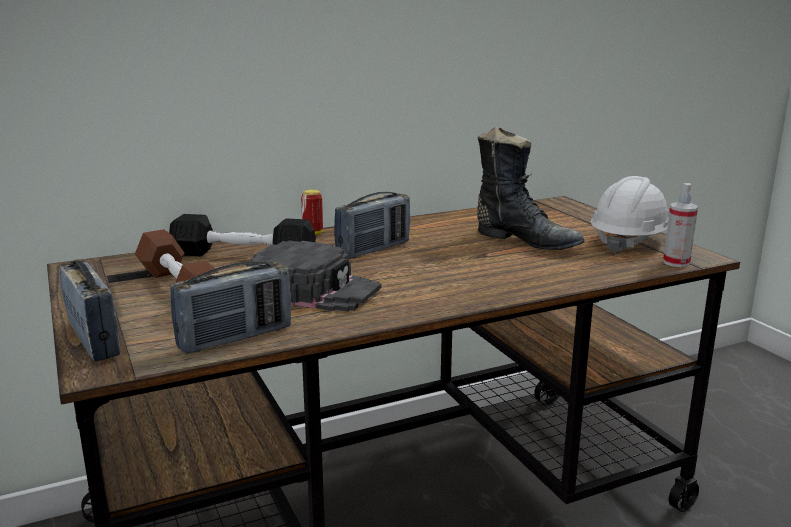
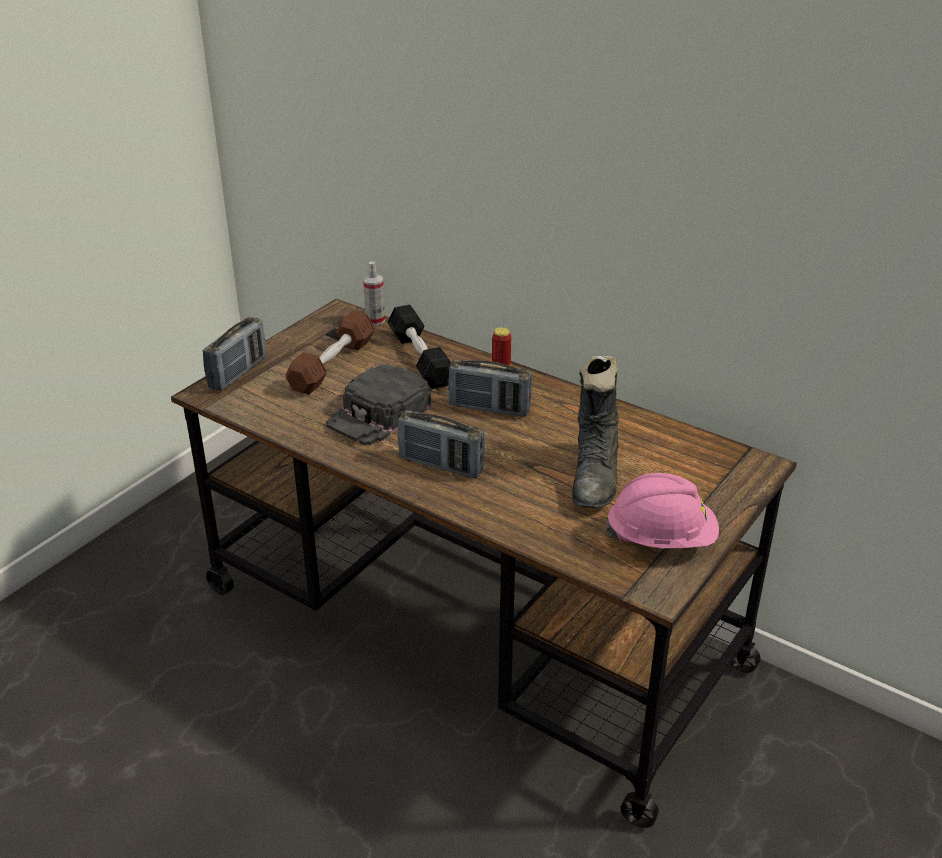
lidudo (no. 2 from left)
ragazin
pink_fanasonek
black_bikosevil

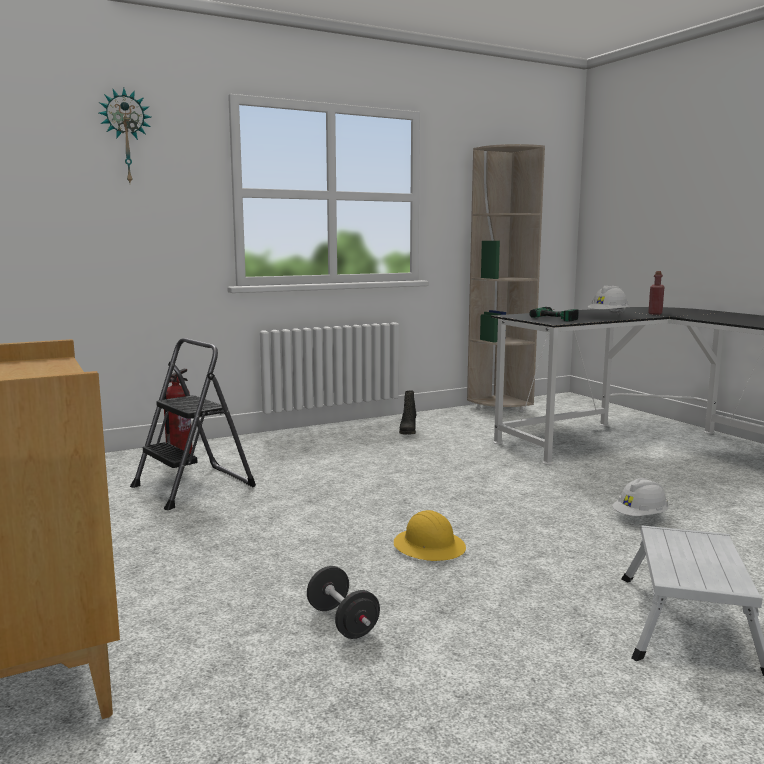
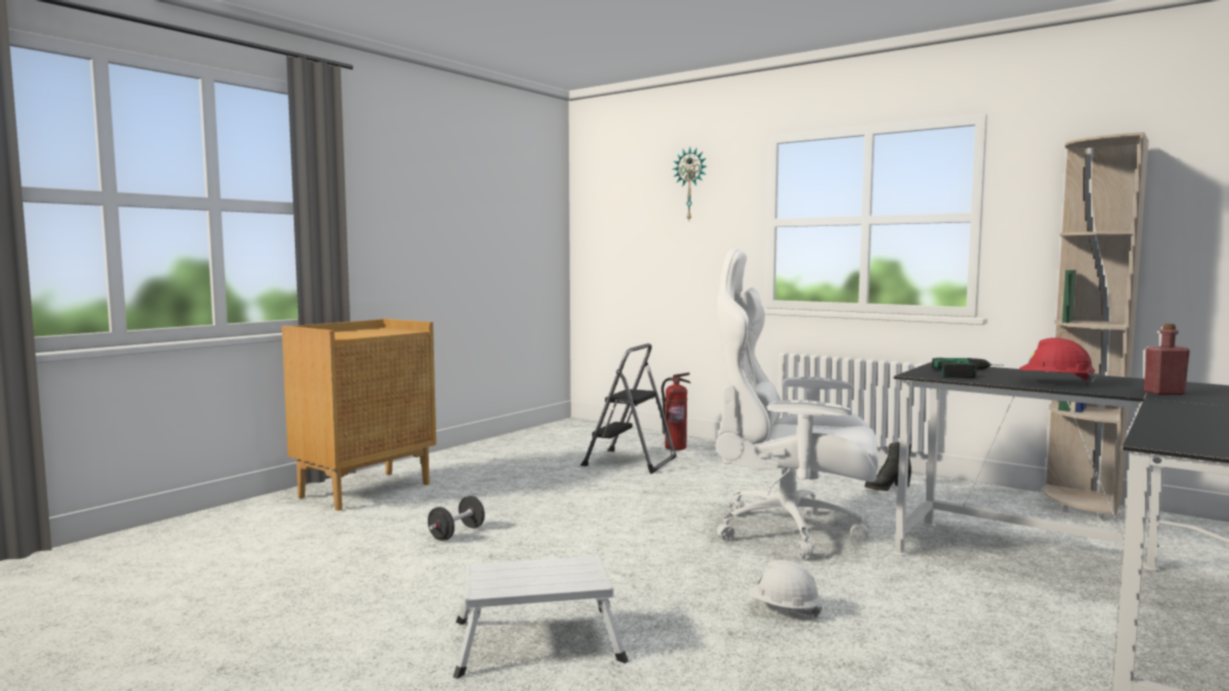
yellow_fanasonek
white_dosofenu
red_fanasonek

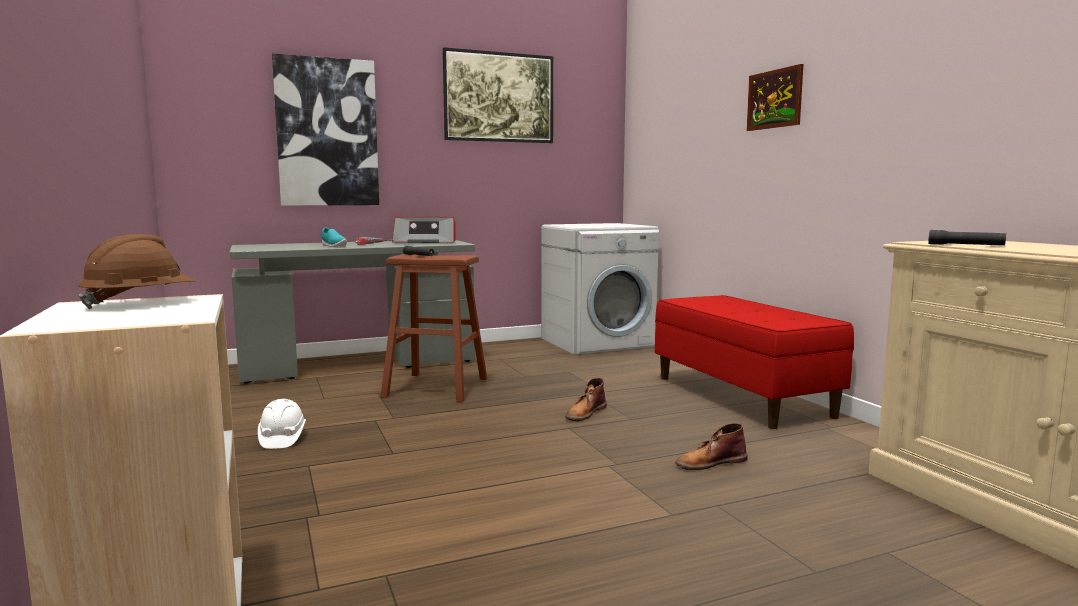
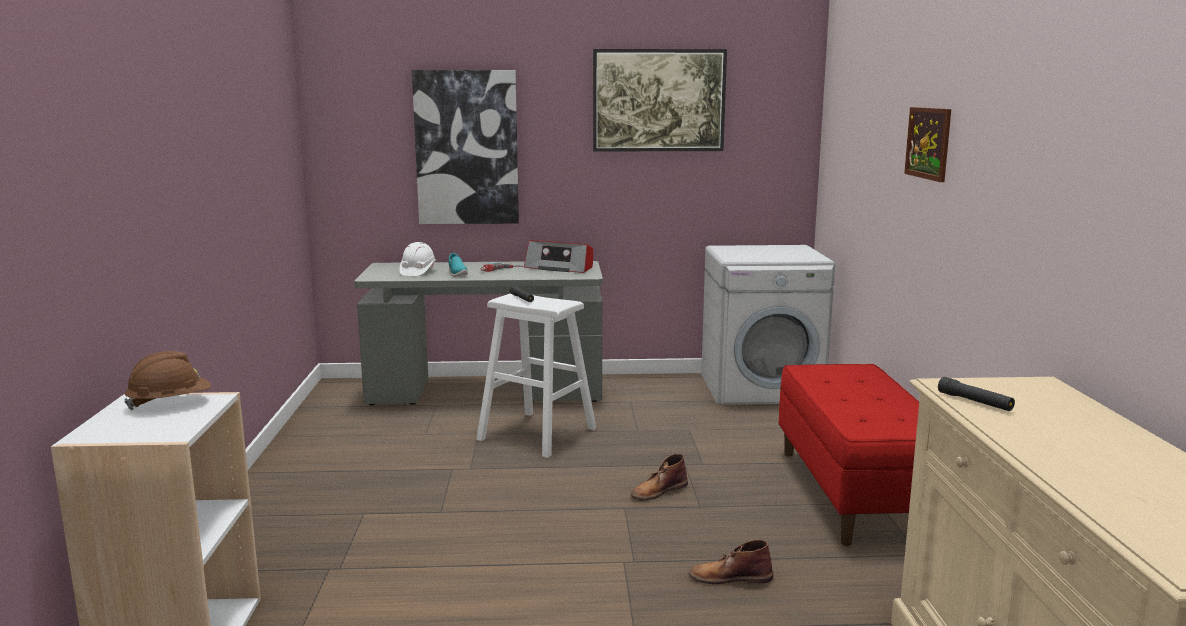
white_fanasonek
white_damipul

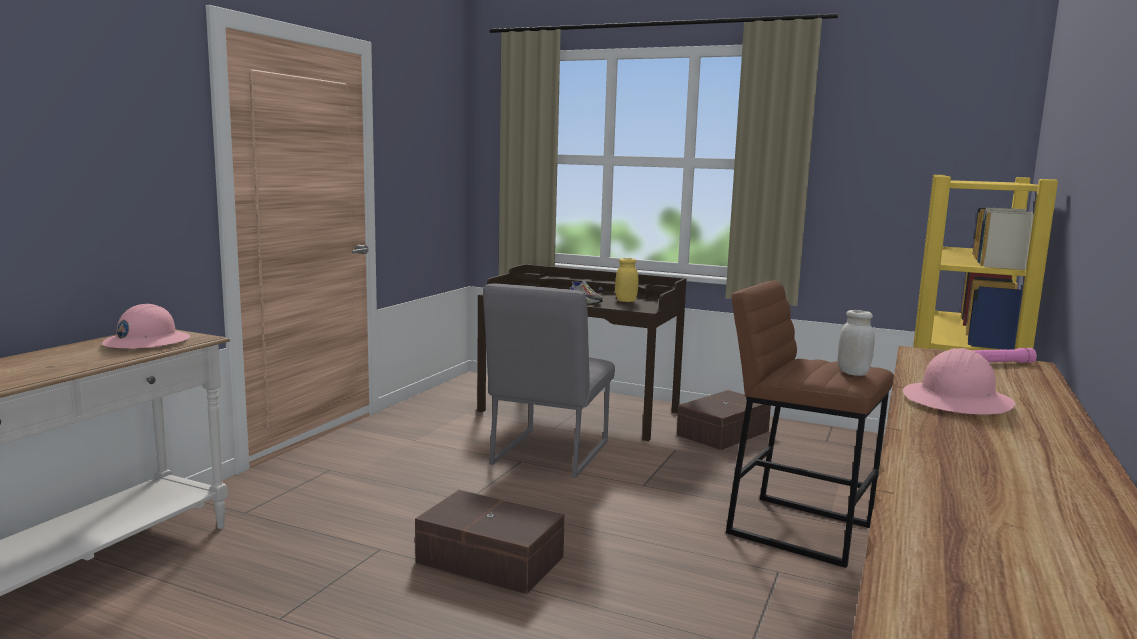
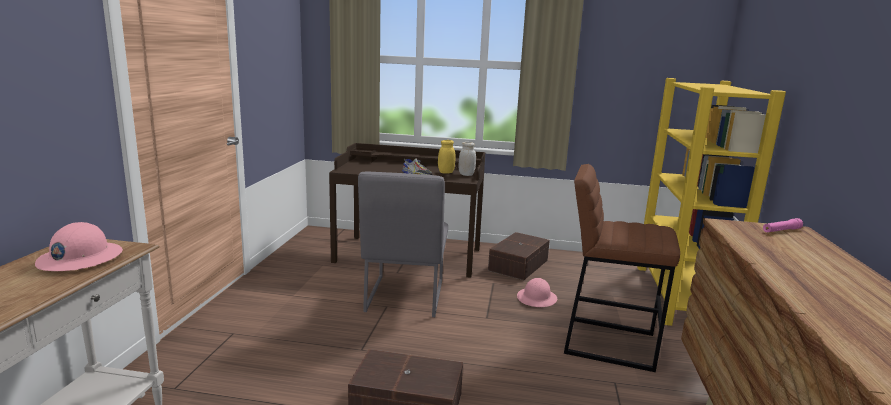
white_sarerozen
pink_fanasonek (no. 2 from left)

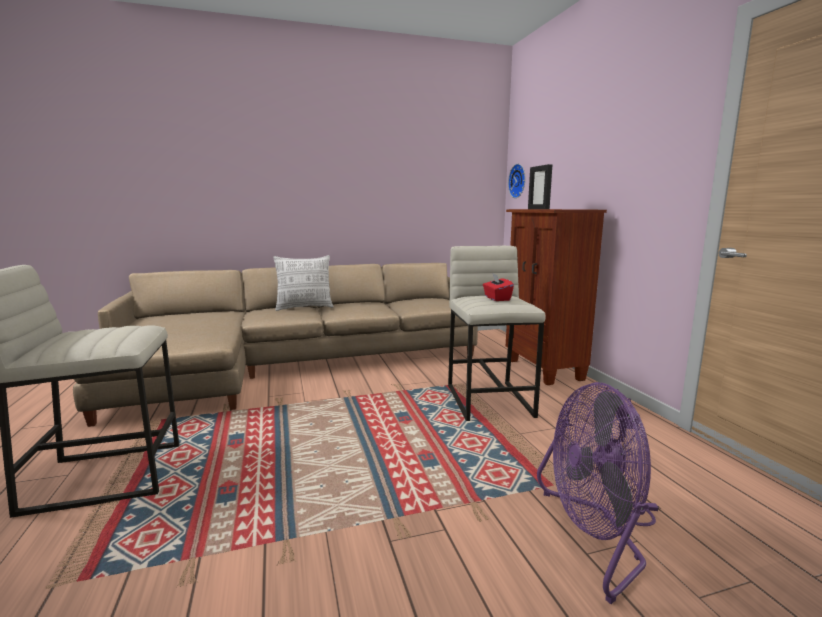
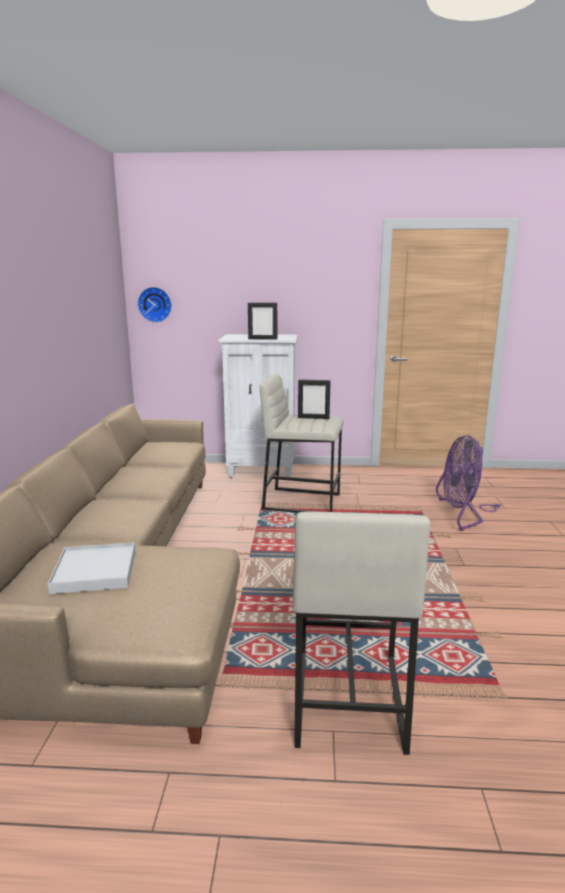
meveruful
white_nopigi
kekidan (no. 2 from left)
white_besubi
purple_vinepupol

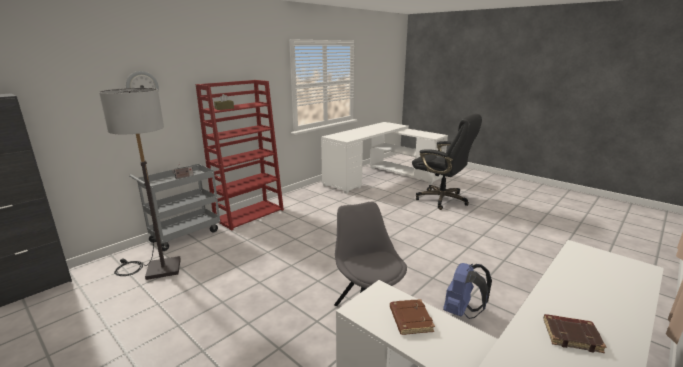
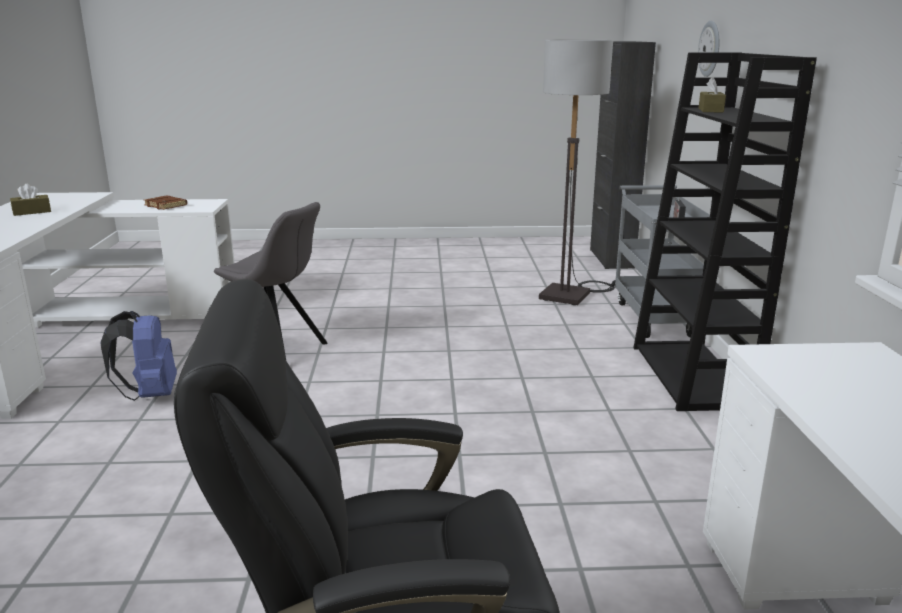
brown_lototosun (no. 1 from left)
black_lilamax

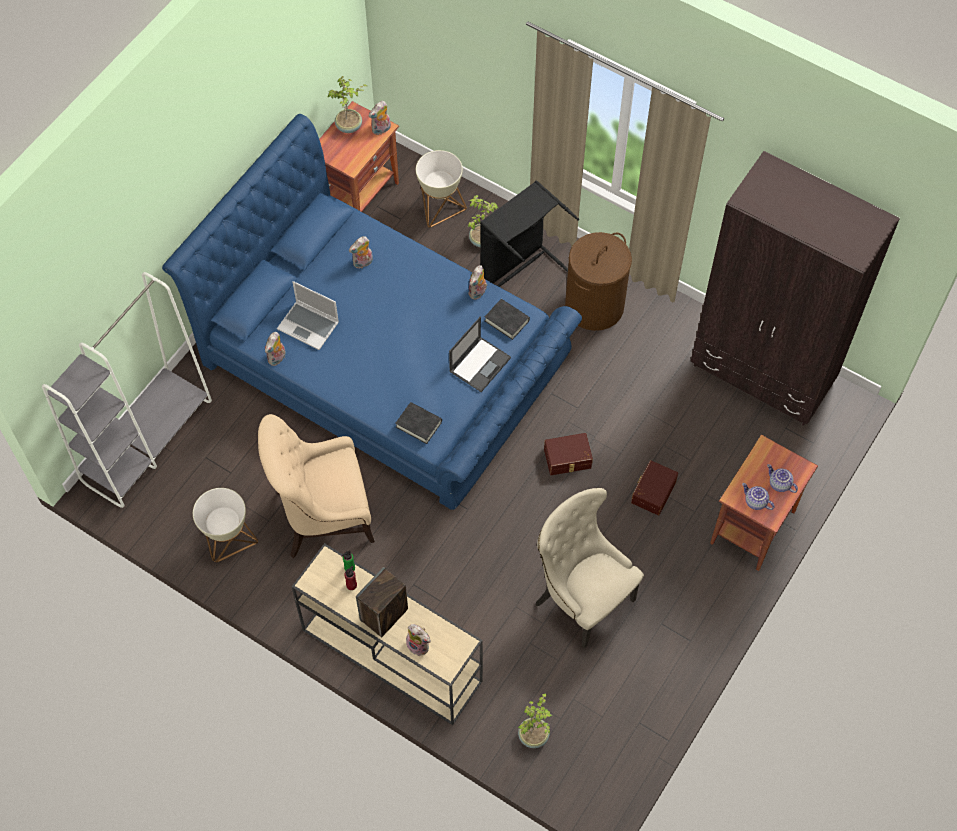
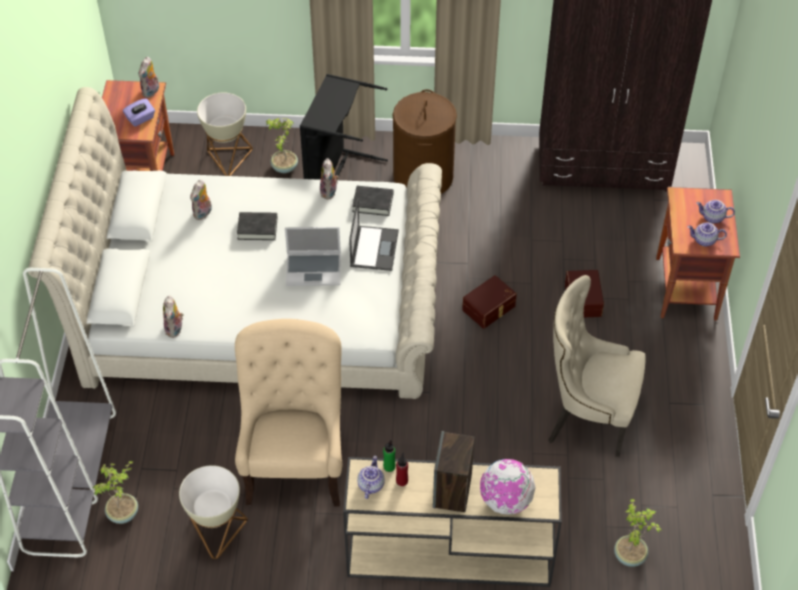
purple_lototosun
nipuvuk (no. 1 from left)
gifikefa (no. 1 from left)
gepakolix (no. 1 from left)
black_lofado (no. 1 from left)
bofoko
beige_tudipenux
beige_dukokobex (no. 1 from left)

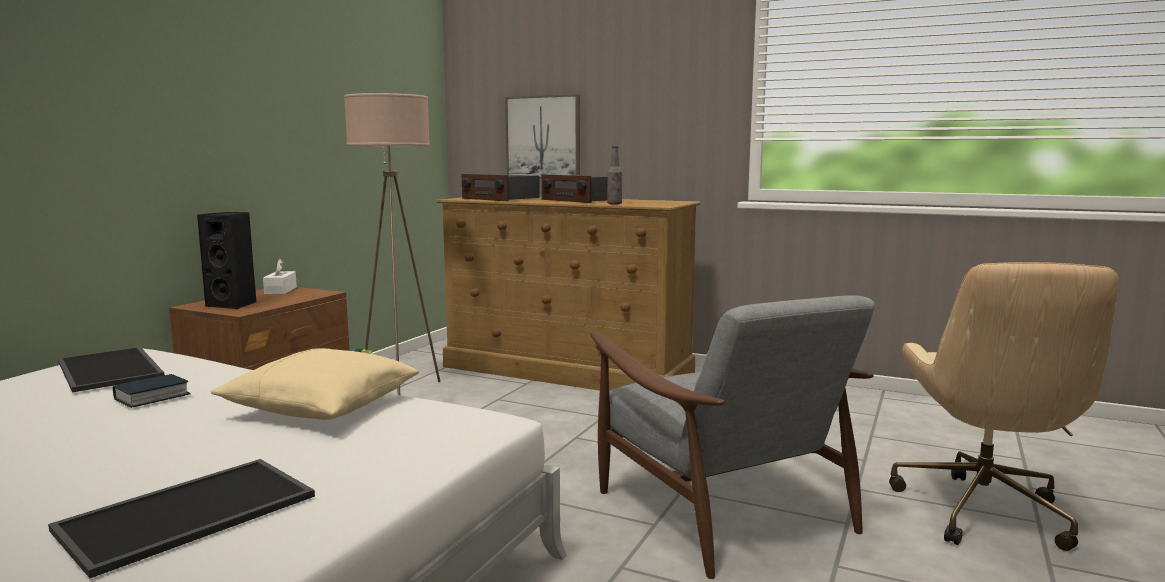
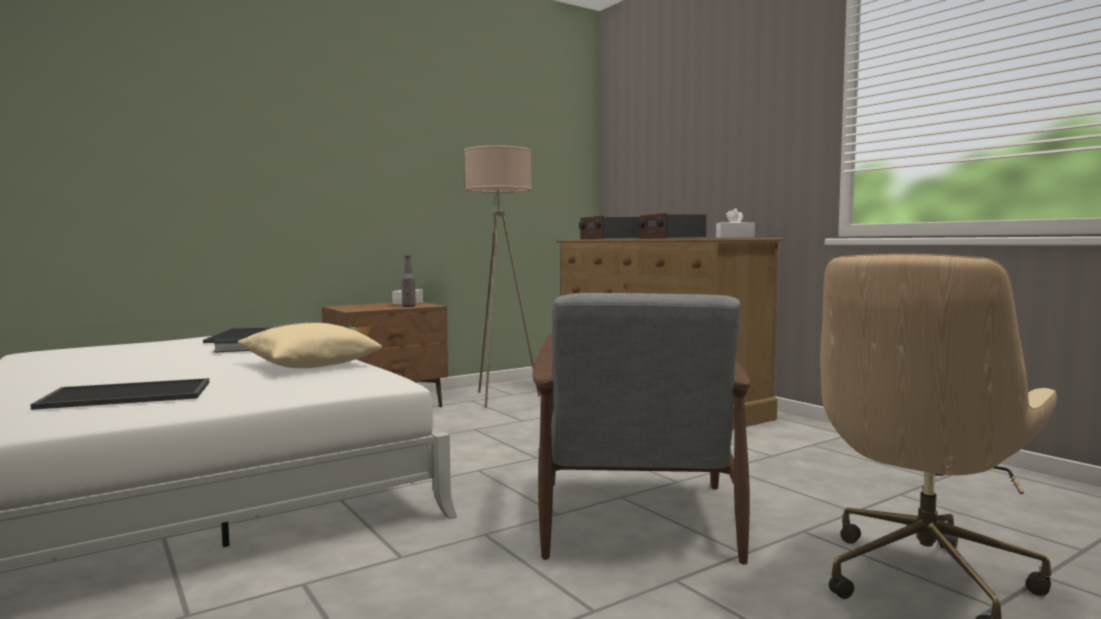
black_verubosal
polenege
white_lototosun (no. 2 from left)
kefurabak

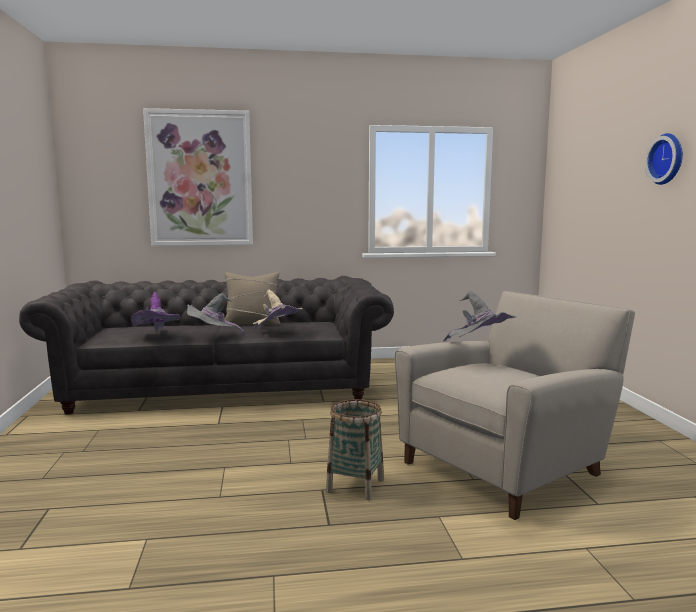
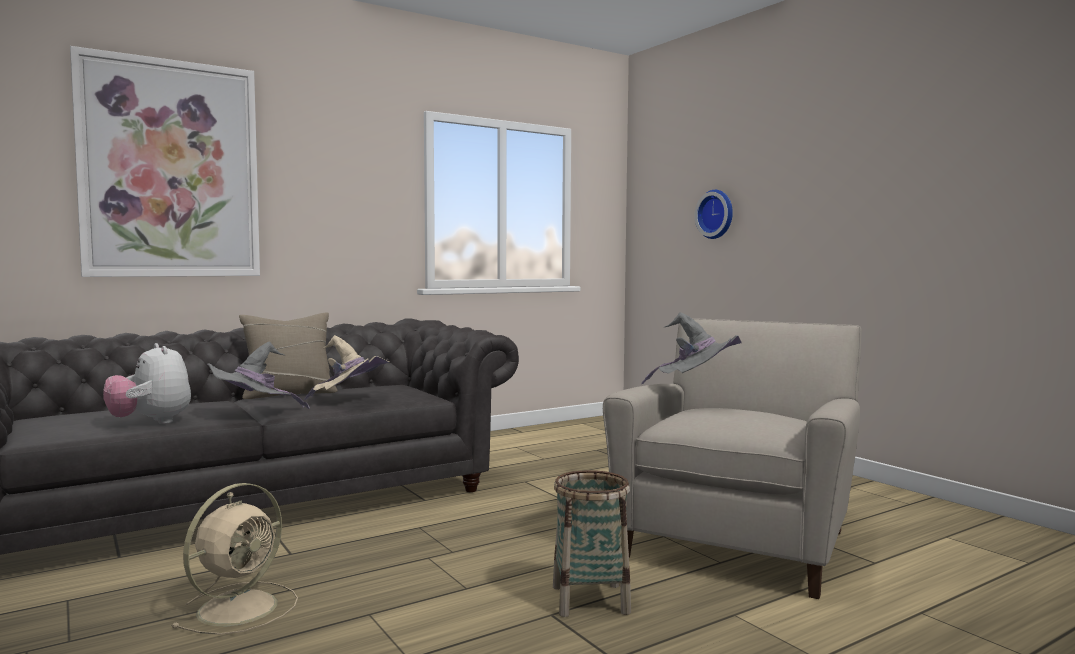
beige_vinepupol
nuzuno
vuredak

